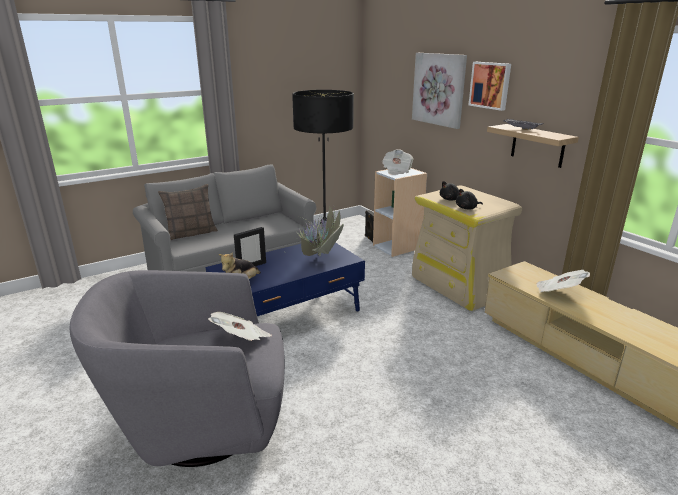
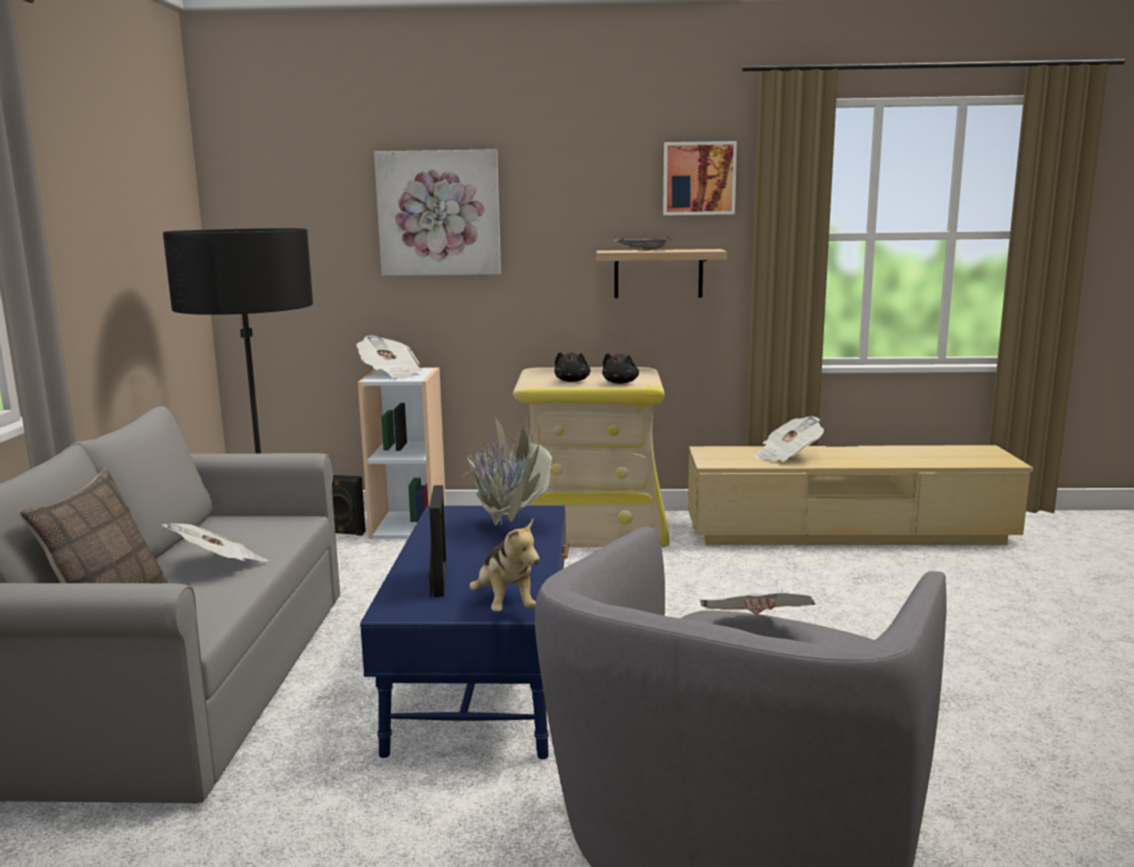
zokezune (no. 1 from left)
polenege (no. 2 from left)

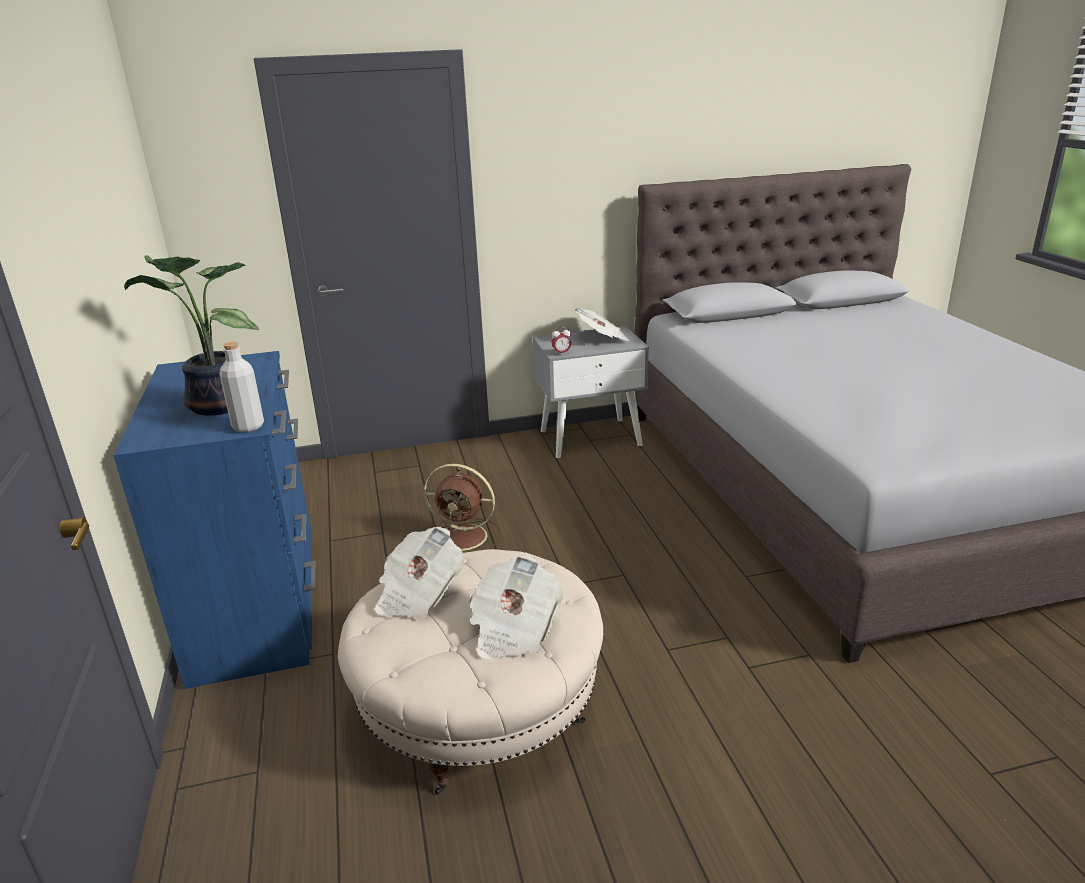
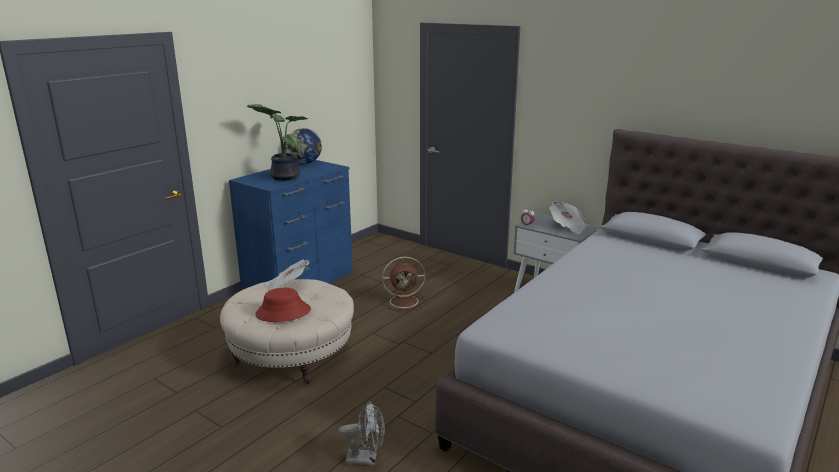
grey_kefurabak
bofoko
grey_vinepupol
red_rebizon
brown_vinepupol

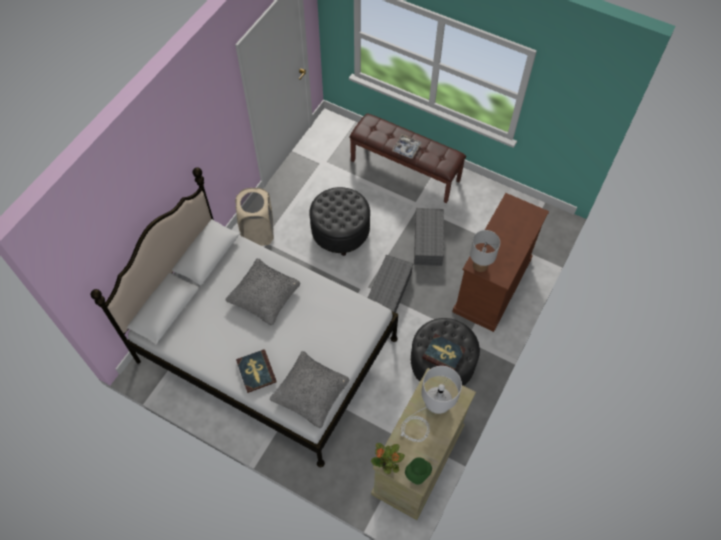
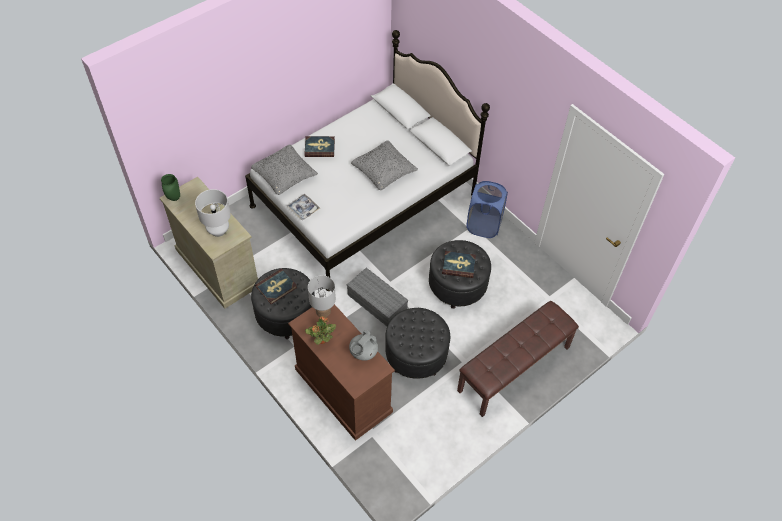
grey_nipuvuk
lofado (no. 3 from left)
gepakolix
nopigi
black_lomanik (no. 2 from left)
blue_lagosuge

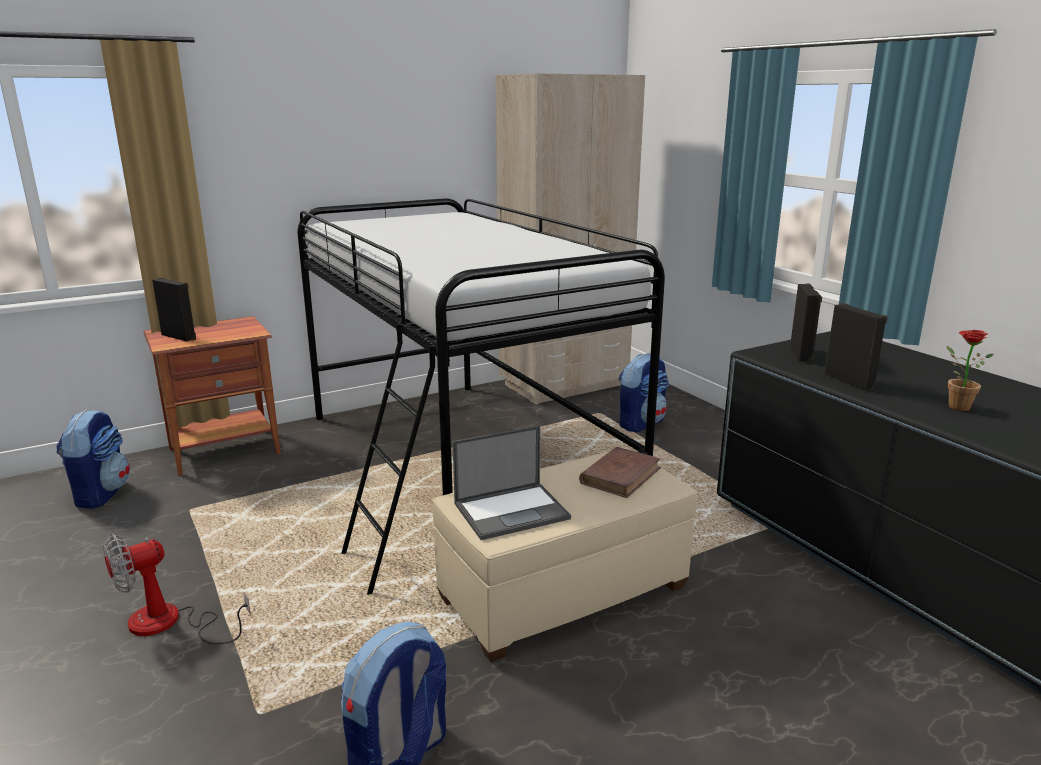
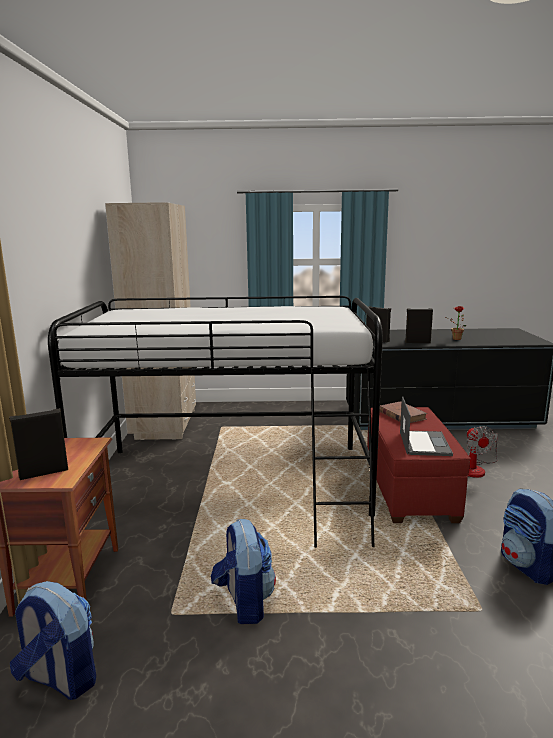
vinepupol
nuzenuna (no. 2 from left)
red_lomanik

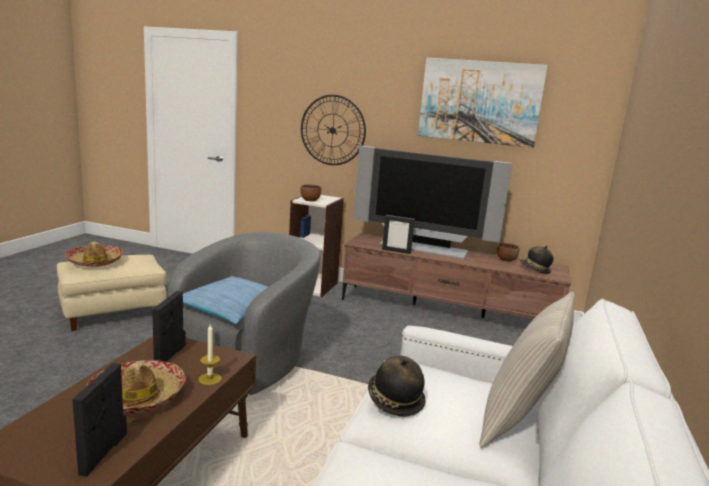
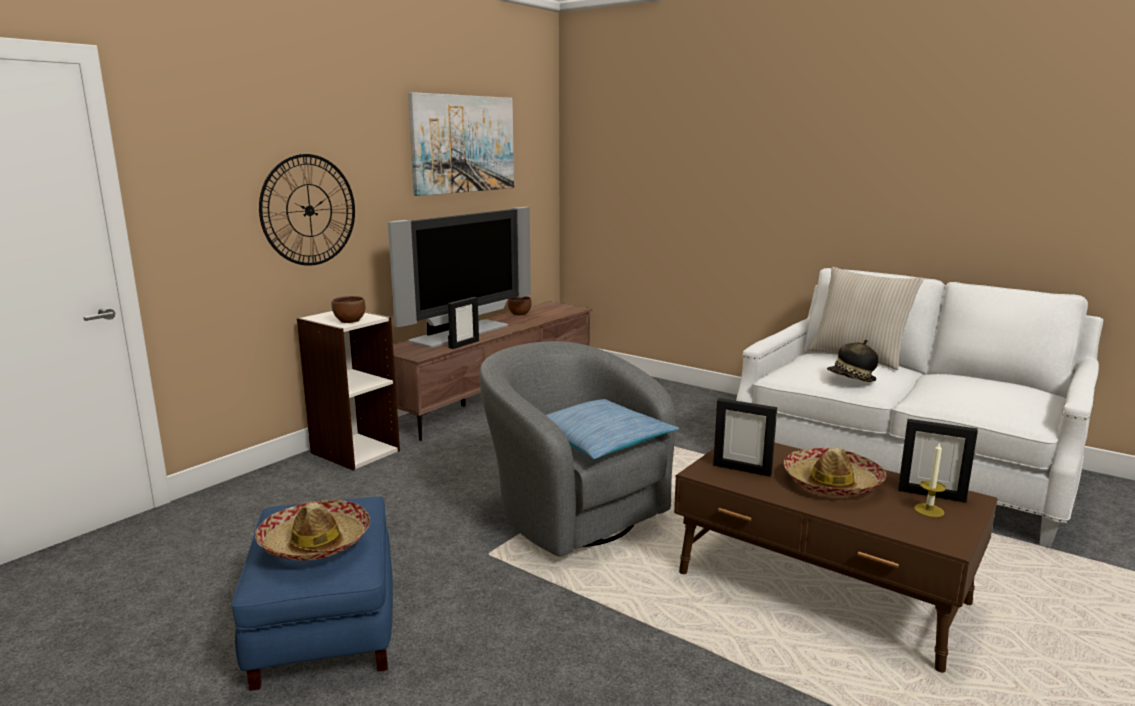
rebizon (no. 4 from left in the first image)
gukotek
blue_lomanik

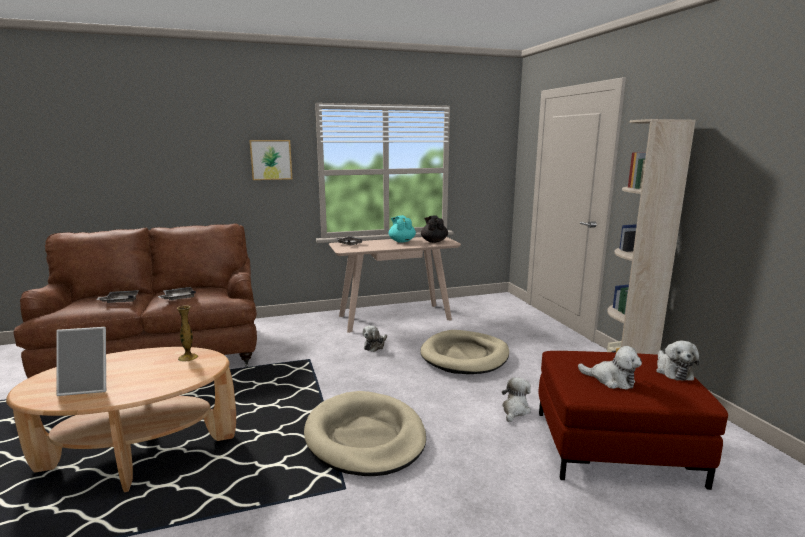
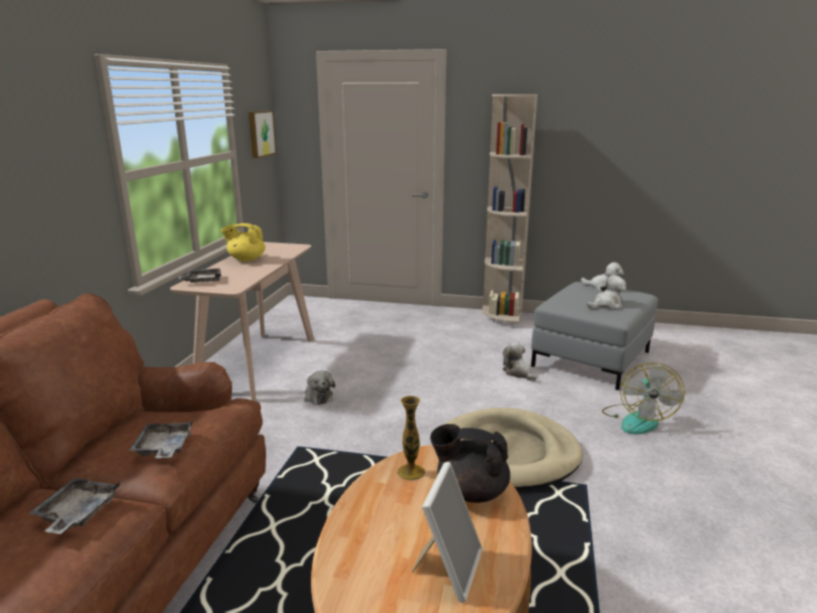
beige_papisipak (no. 2 from left in the first image)
vinepupol
polenege
black_nipuvuk
yellow_nipuvuk
grey_lomanik

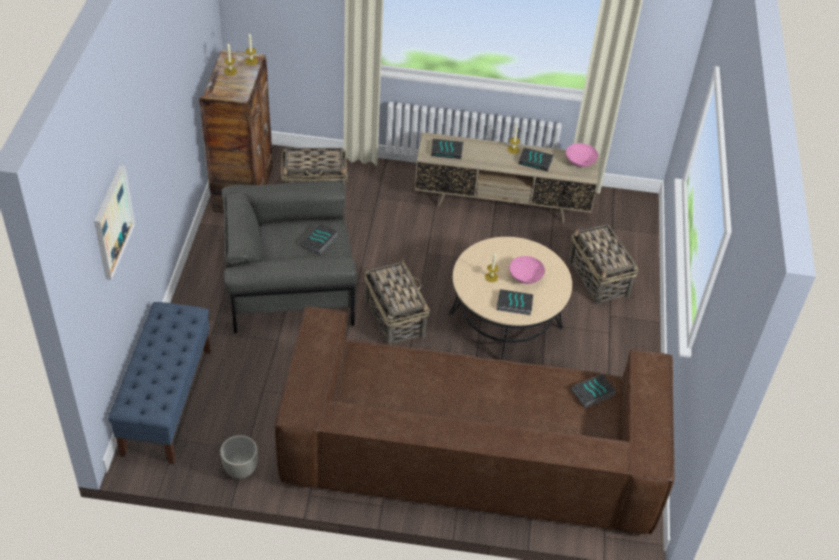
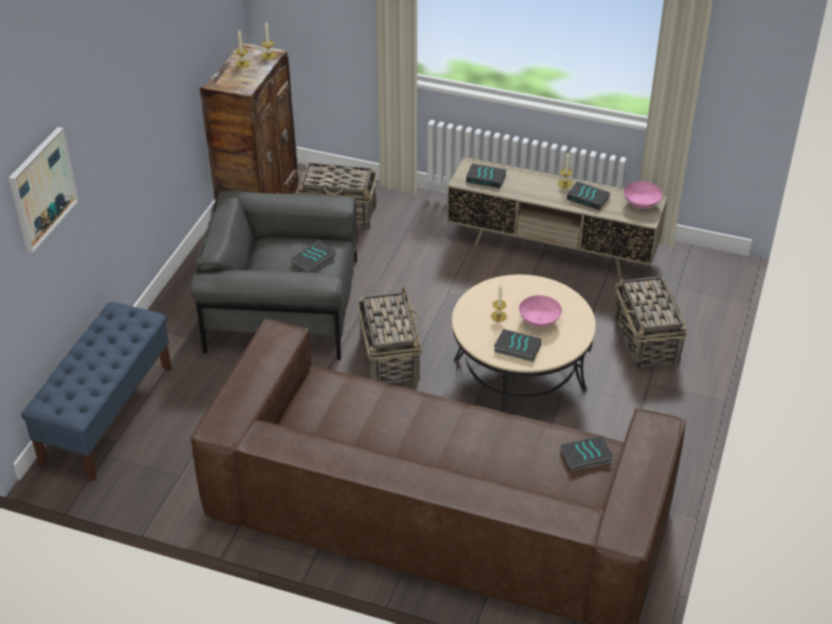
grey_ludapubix

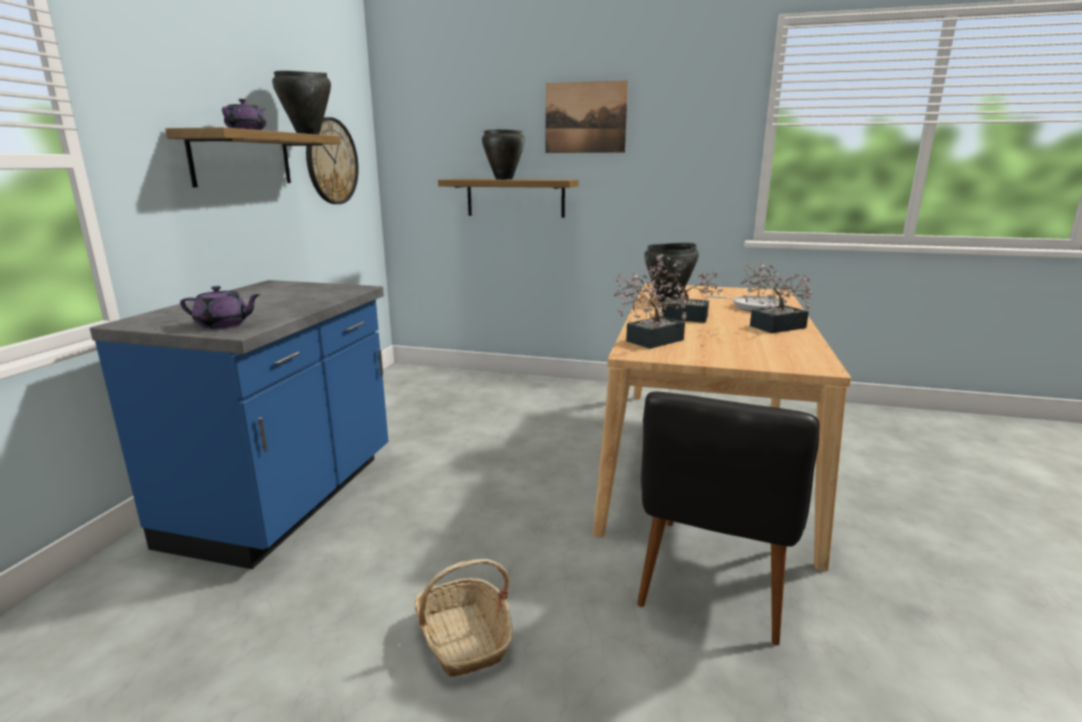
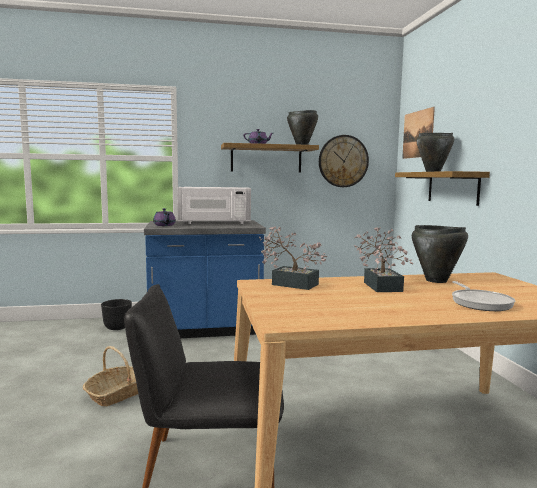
gepakolix (no. 3 from left in the first image)
black_ludapubix
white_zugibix
polenege

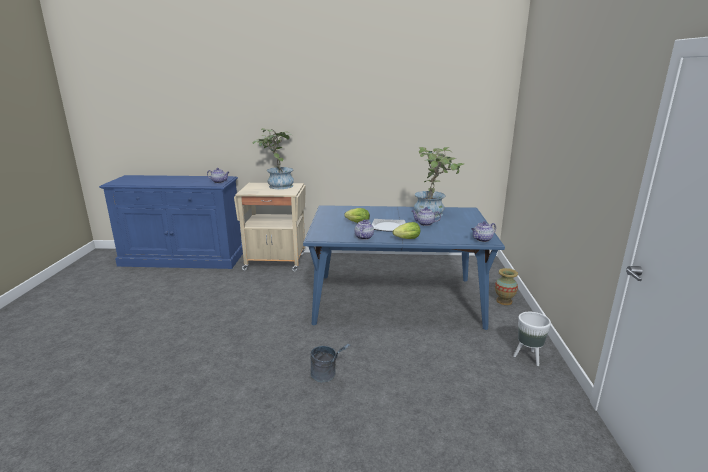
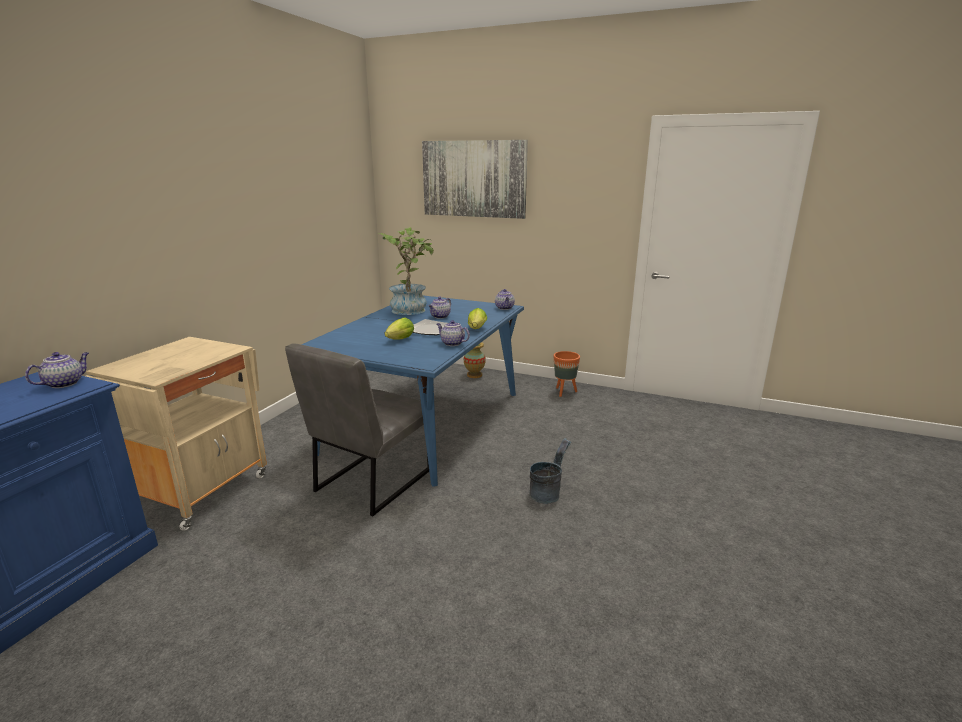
gepakolix (no. 1 from left in the first image)
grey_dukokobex
polenege
orange_ludapubix

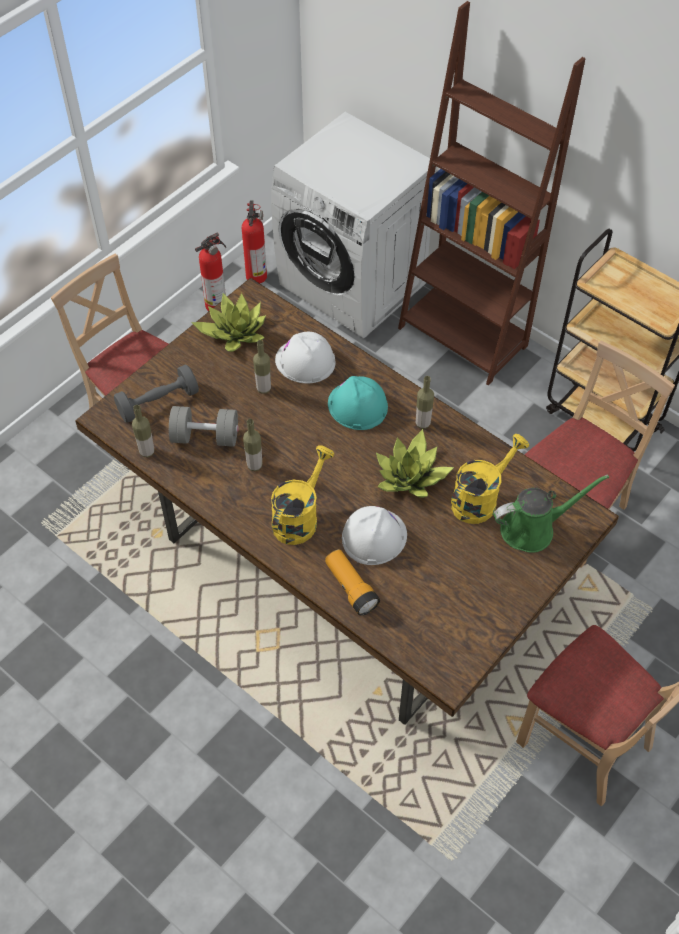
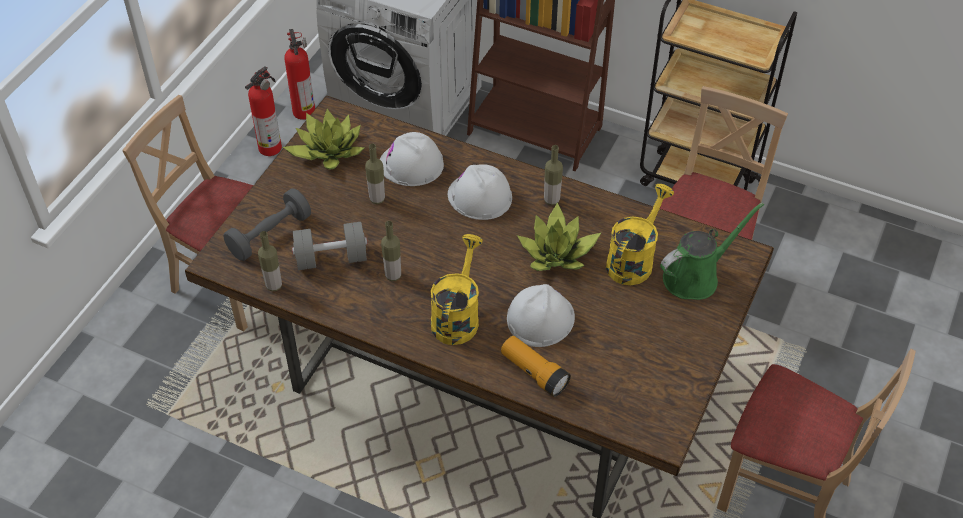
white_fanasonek (no. 2 from left)

